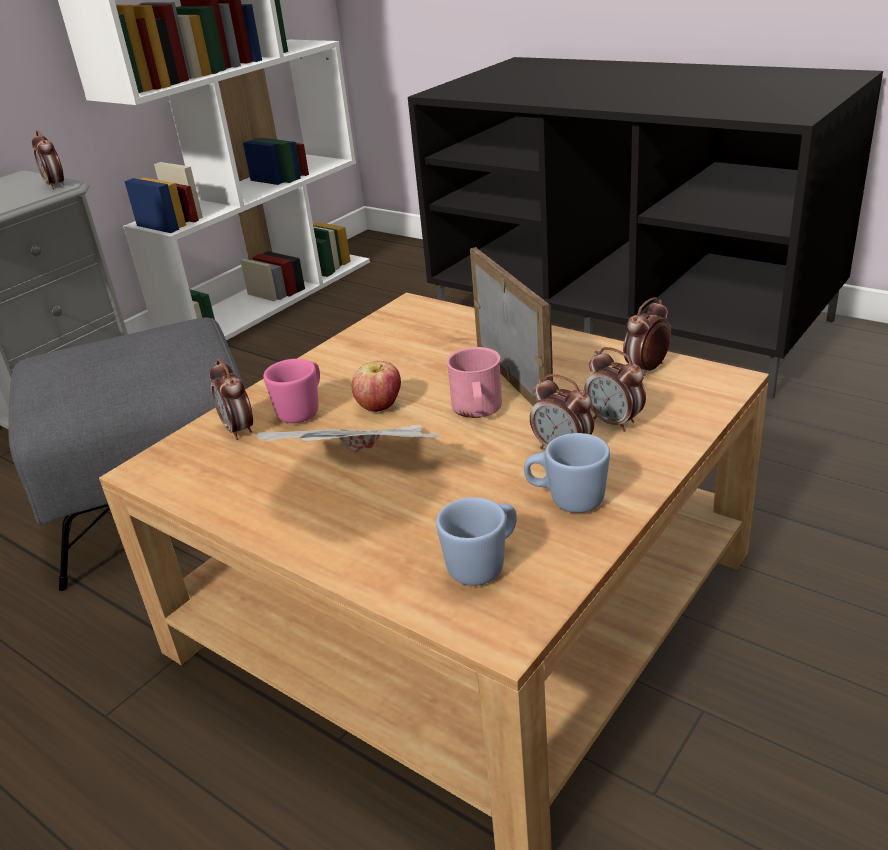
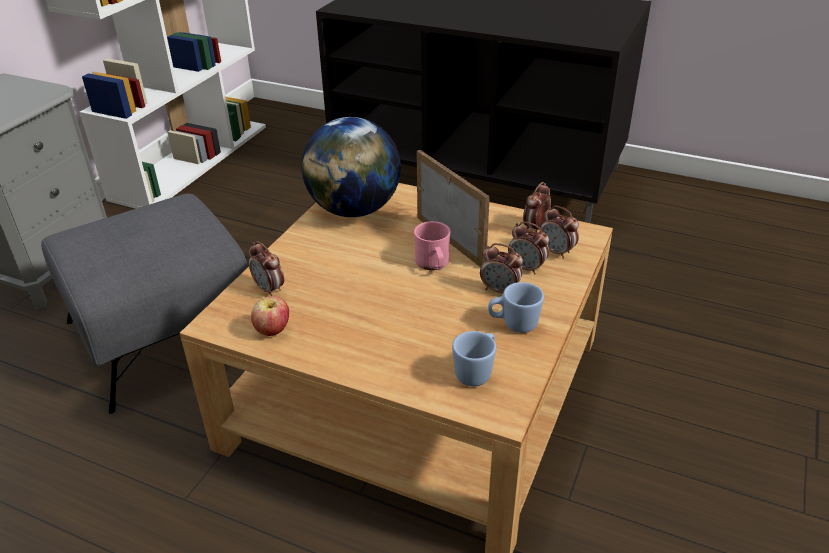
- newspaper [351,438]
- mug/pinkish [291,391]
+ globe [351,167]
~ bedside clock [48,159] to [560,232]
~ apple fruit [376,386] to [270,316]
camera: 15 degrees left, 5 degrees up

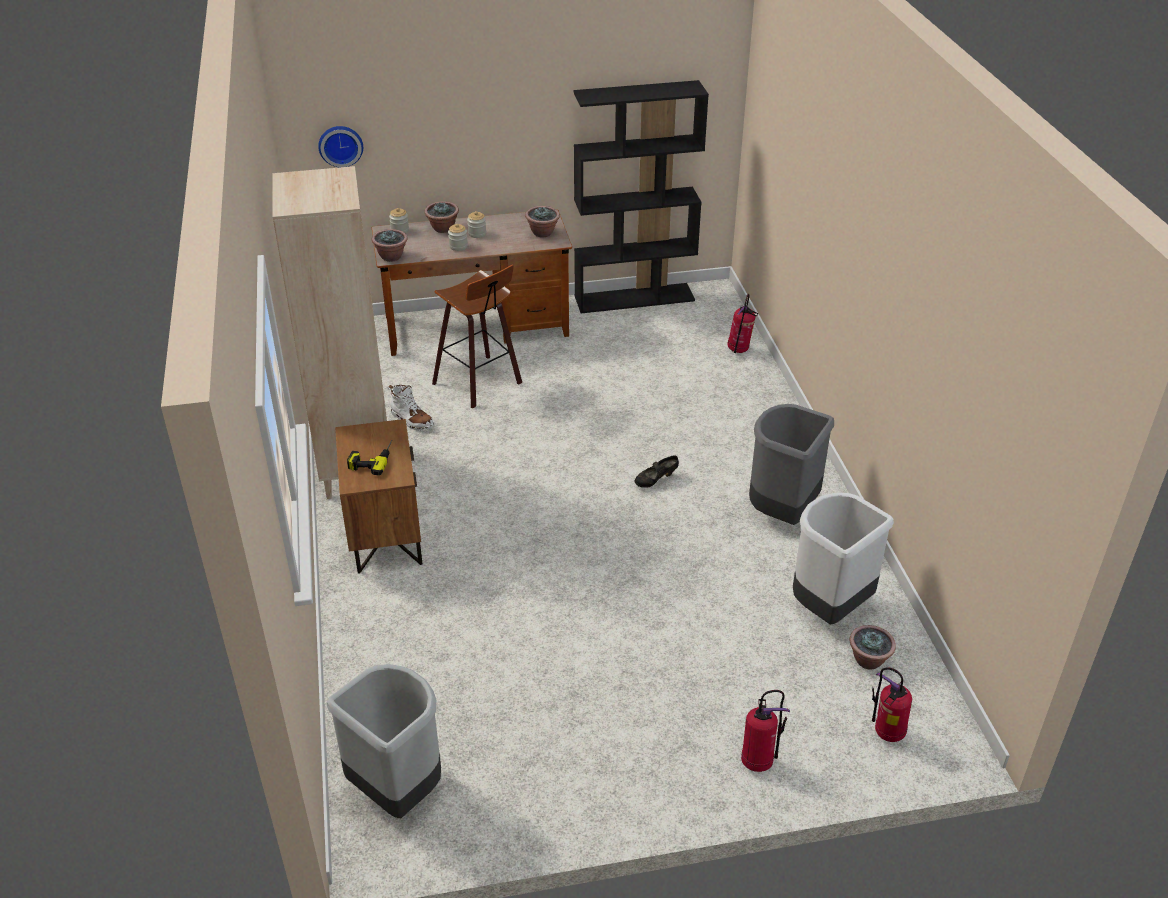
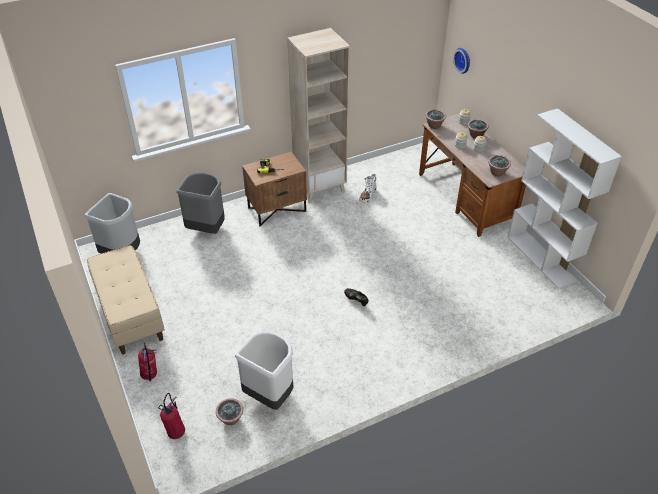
- sitting stool [477,336]
- fire-fighting cylinder [743,323]
+ indoor bench/beige-coloured [126,299]
~ waste bin/gray [791,464] to [200,203]
~ bookcase/blackish [641,196] to bookcase/whitish [564,198]
camera: 75 degrees right, 5 degrees up

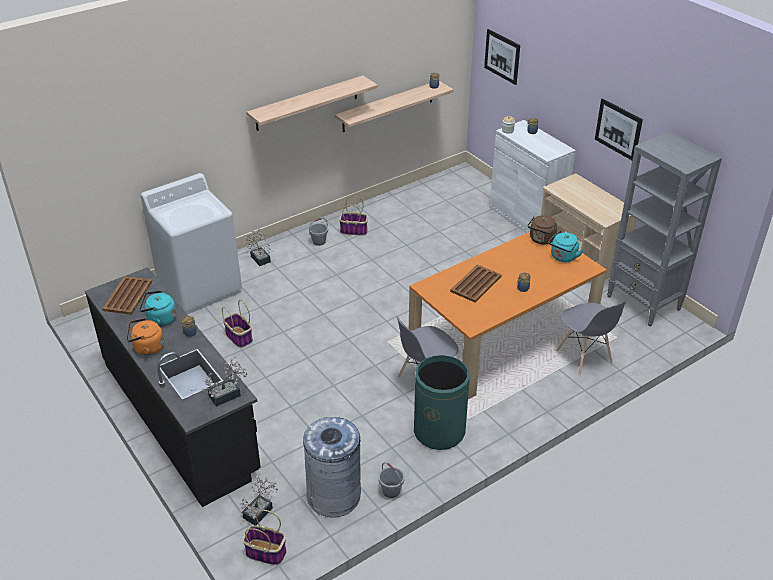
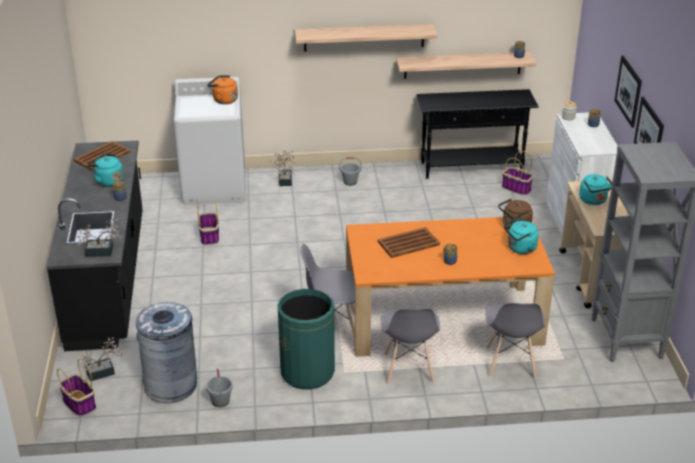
+ chair/gray [410,346]
+ console table/blackish [477,134]
+ water kettle/turquoise-coloured [595,189]
~ water kettle/orange-coloured [145,337] to [222,89]
~ household basket [353,216] to [518,173]
~ wall art [502,57] to [628,92]
camera: 30 degrees right, 5 degrees down

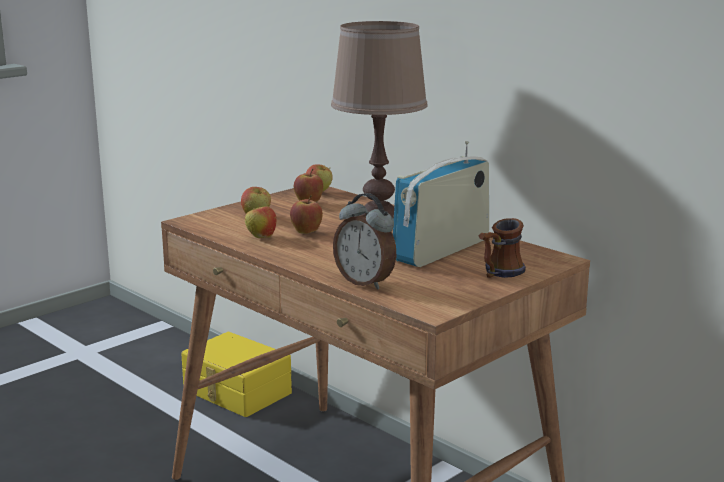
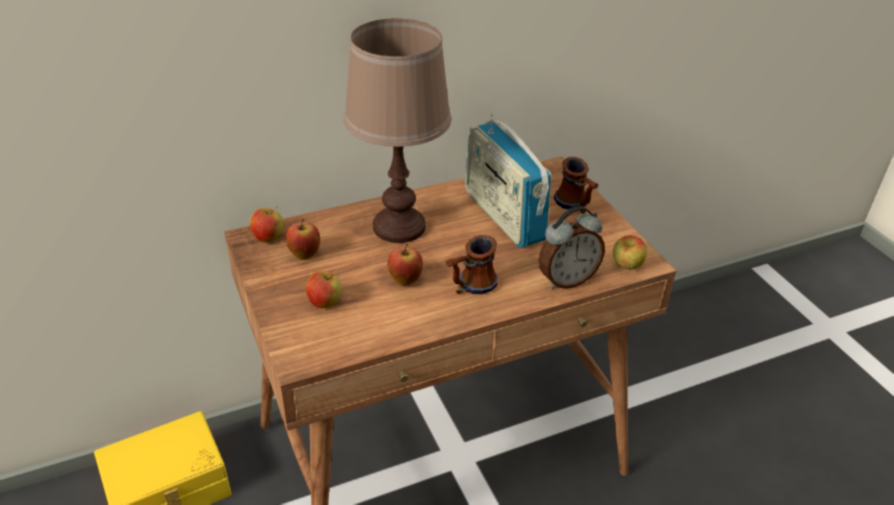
+ mug [472,264]
~ apple fruit [261,222] to [630,252]
camera: 70 degrees left, 20 degrees up

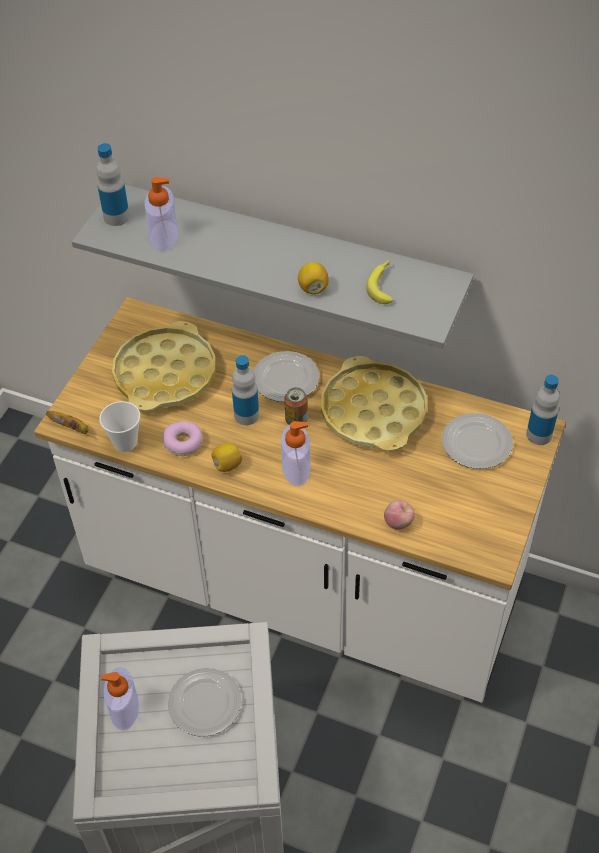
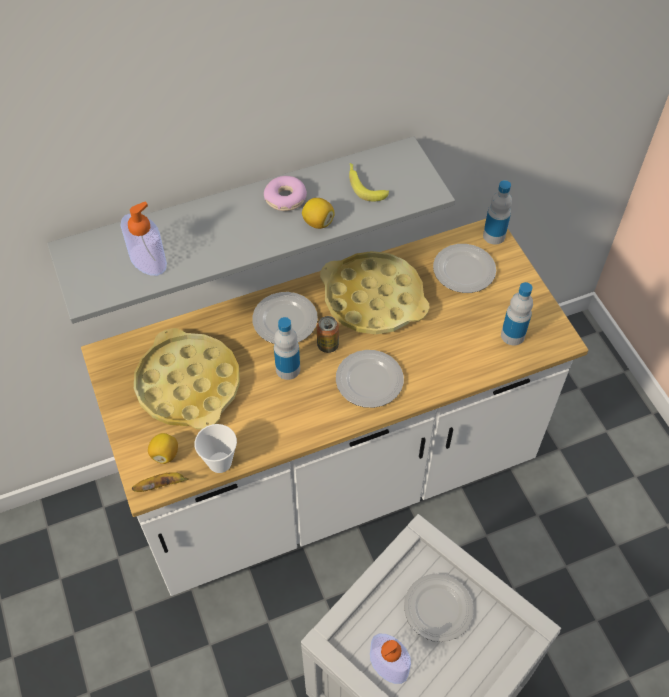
- apple fruit [399,514]
~ bottle [113,184] to [517,314]
~ ring doughnut [183,438] to [285,193]
~ whole lemon [227,457] to [163,448]
~ soap bottle [295,453] to dinner plate [370,379]
camera: 45 degrees left, 5 degrees up

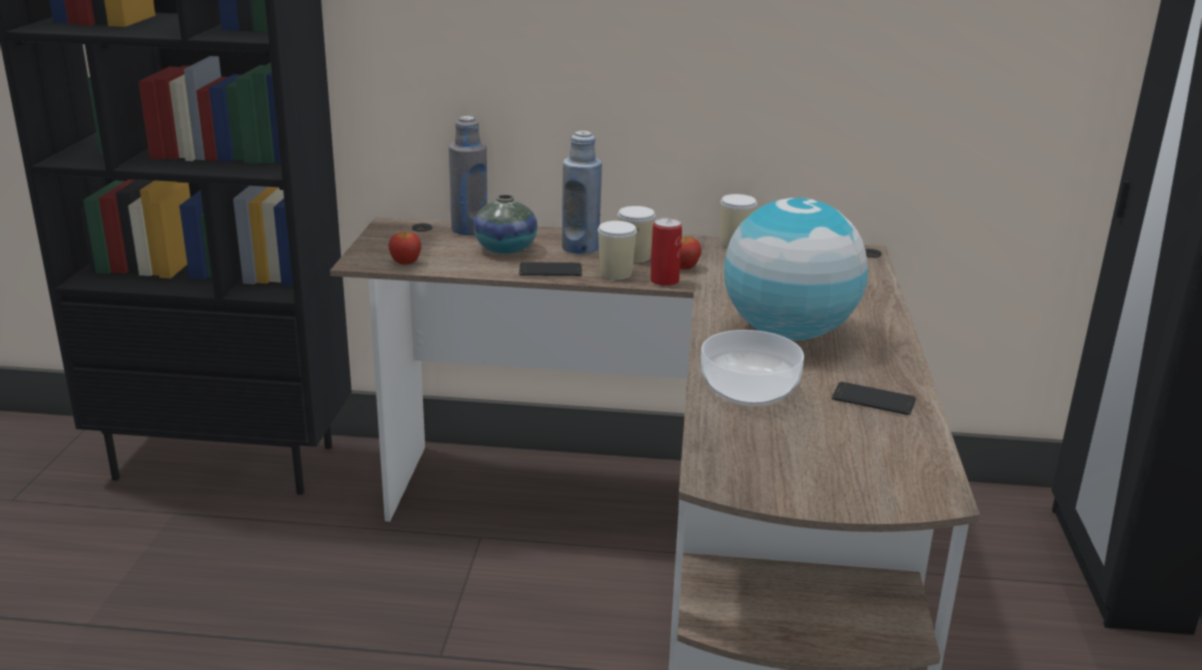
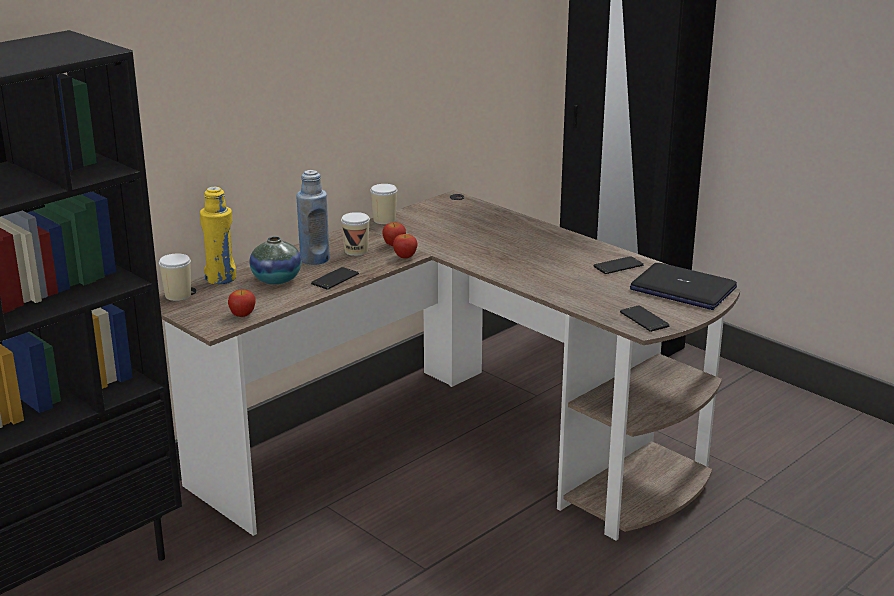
- bowl [752,368]
- globe [796,269]
+ handset [645,319]
+ notebook computer [683,286]
~ cup [617,250] to [175,277]
~ metal can [666,252] to apple fruit [405,246]
~ bottle/gray [468,175] to bottle/yellow [218,236]
camera: 50 degrees left, 0 degrees up

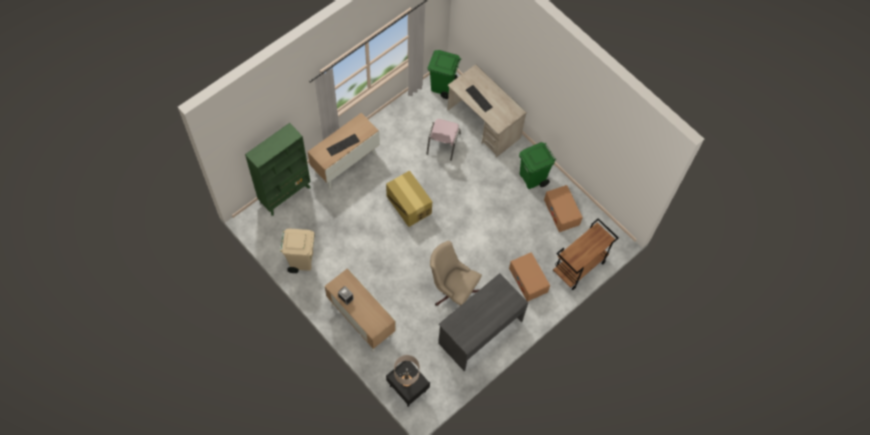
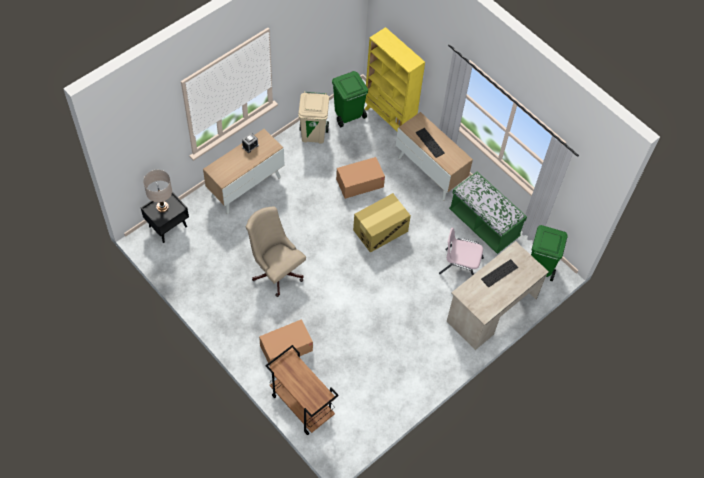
- desk/gray [483,322]
+ indoor bench/green-coloured [488,213]
~ waste bin/green-coloured [537,165] to [350,99]
~ carton [563,208] to [360,178]
~ bookcase/green-coloured [278,169] to bookcase/yellow [395,79]
~ desk chair/beige-coloured [456,273] = [276,251] 75 degrees counterclockwise
camera: 90 degrees right, 5 degrees down

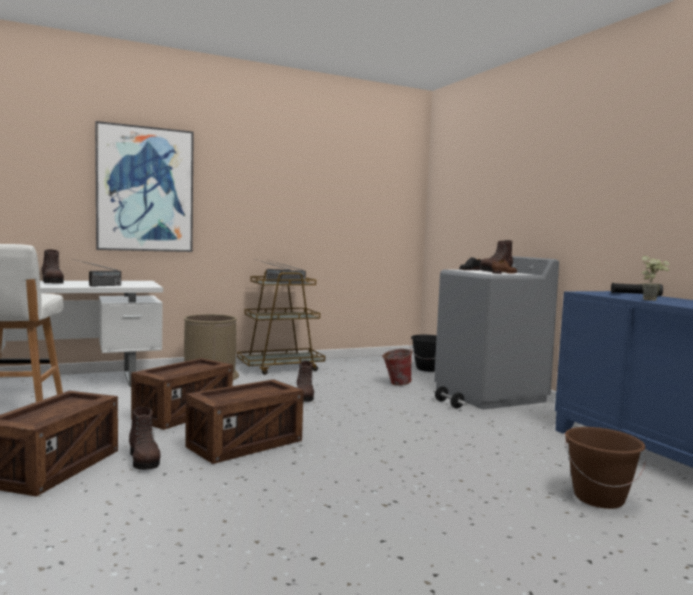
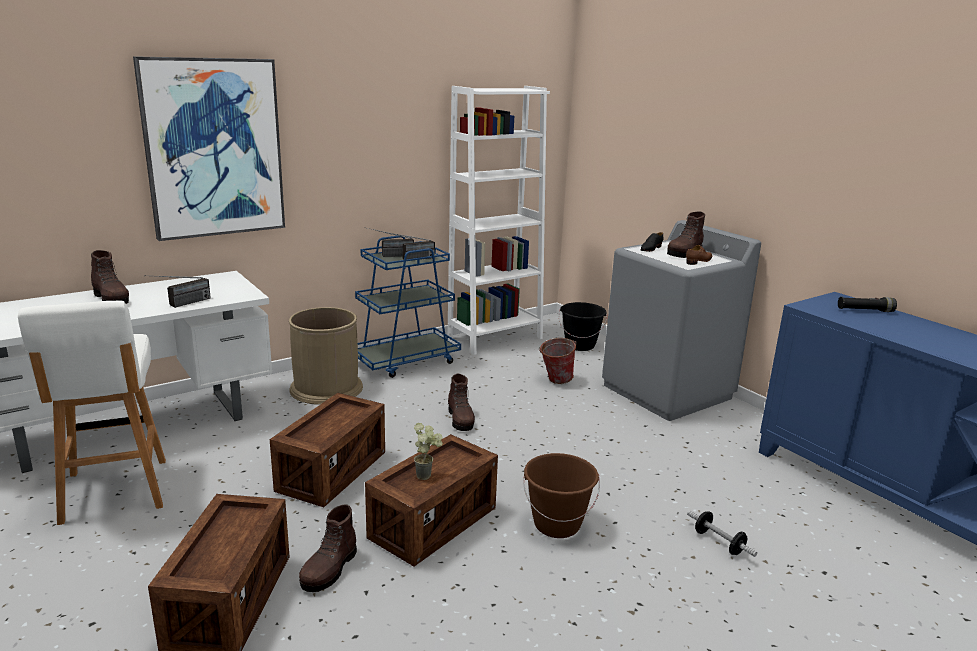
+ bookcase/whitish [499,220]
~ dumbbell [450,397] to [722,534]
~ water bucket/brownish [605,468] to [561,495]
~ houseplant [655,278] to [428,451]
~ cart/brownish [281,323] to cart/blue-coloured [408,307]
~ tall boot/brownish [144,438] = [328,548] 60 degrees clockwise
camera: 10 degrees left, 15 degrees up

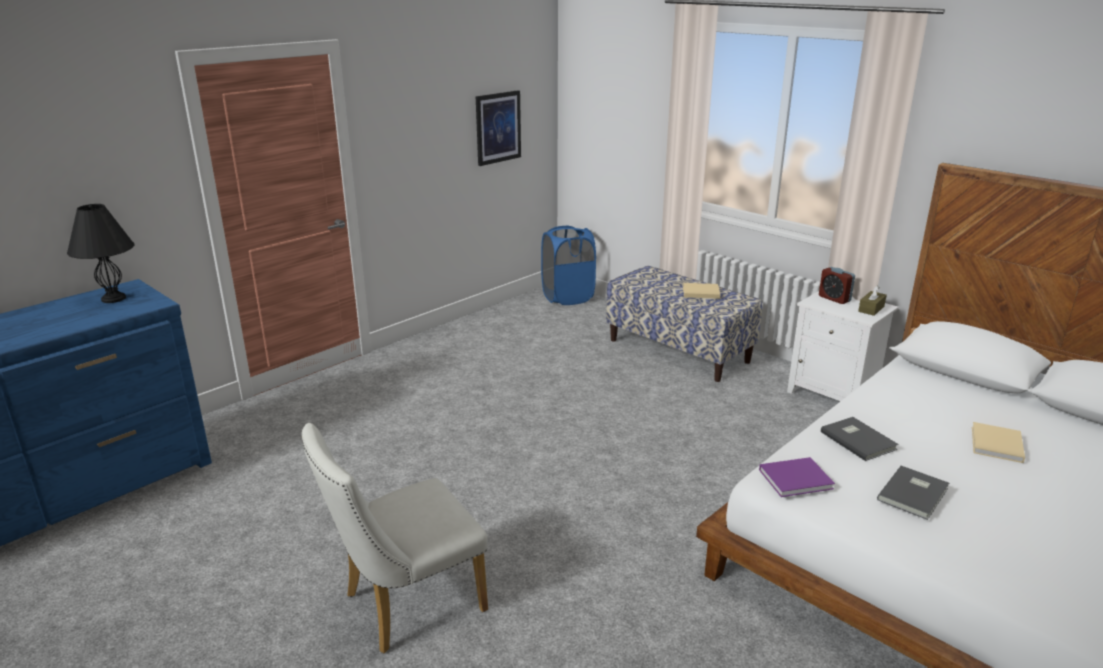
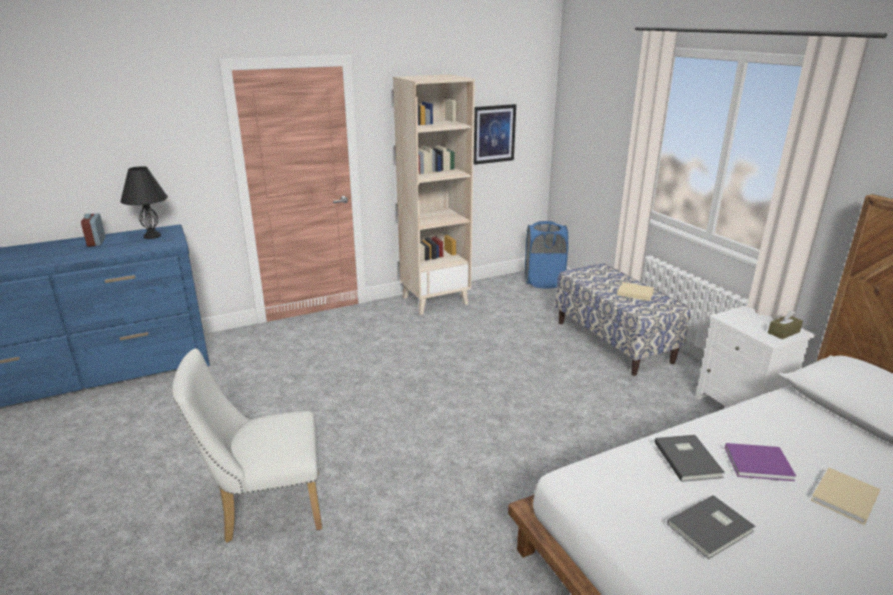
+ bookcase/beige-coloured [434,194]
~ book/purple-coloured [797,477] to [760,462]
~ bedside clock [837,285] to [93,230]
camera: 20 degrees right, 0 degrees up

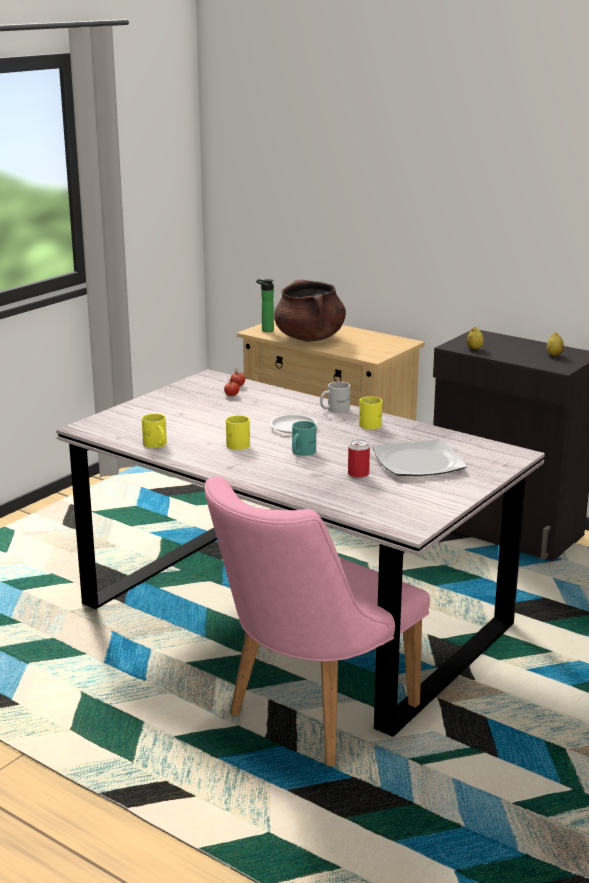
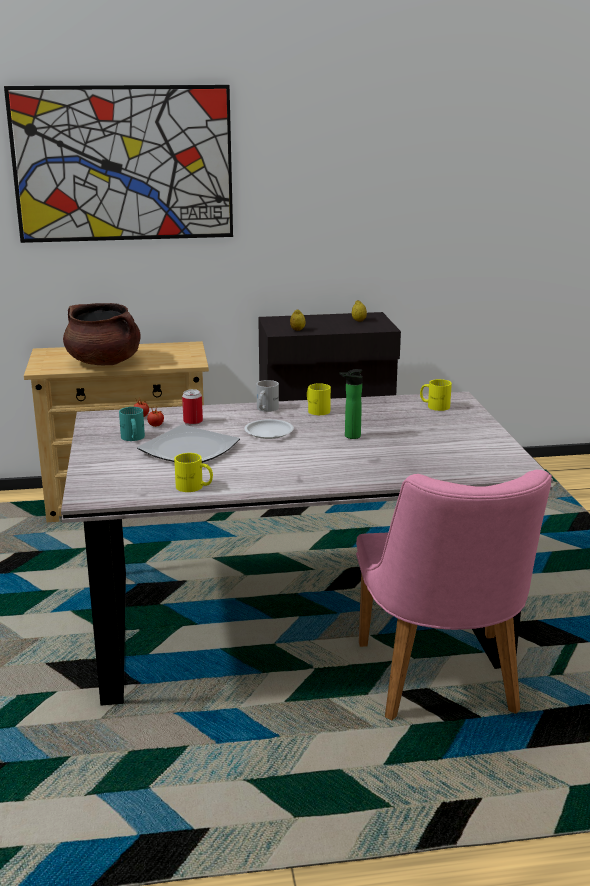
+ wall art [118,164]
~ mug/yellow [238,432] to [436,395]
~ bottle [265,305] to [351,404]
~ mug/turquoise-coloured [304,438] to [132,424]
~ metal can [359,458] to [192,407]
~ dinner plate [420,457] to [188,444]
camera: 45 degrees left, 0 degrees up

